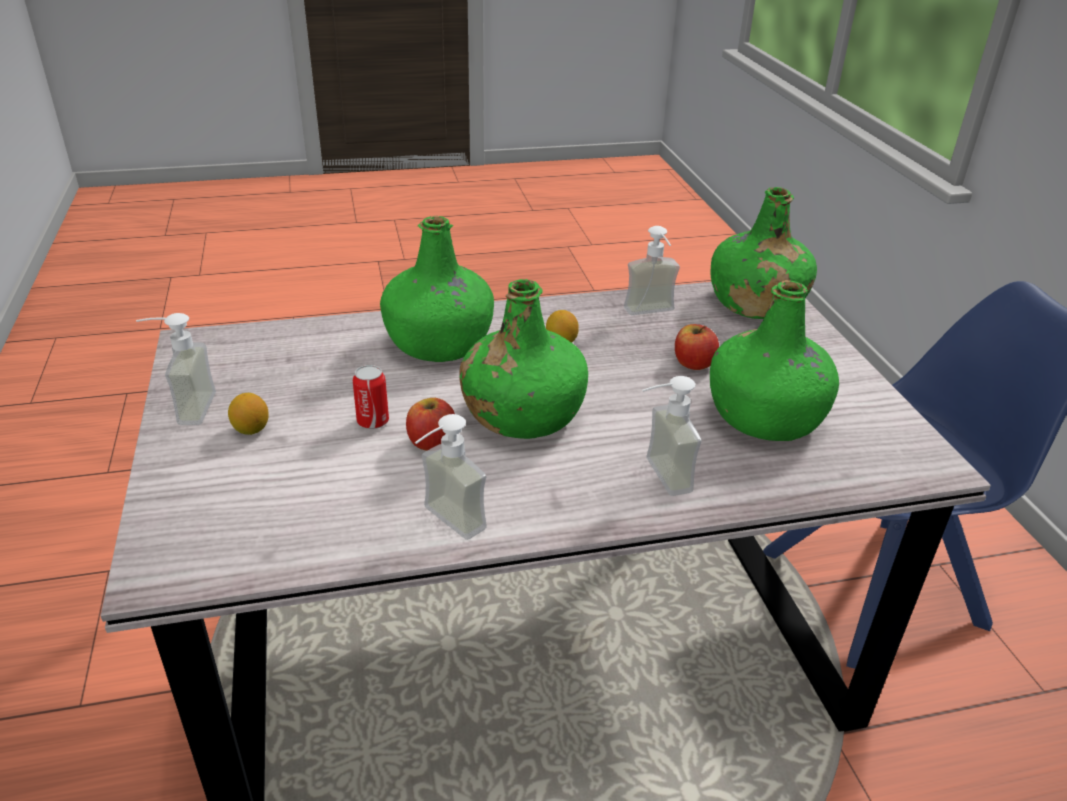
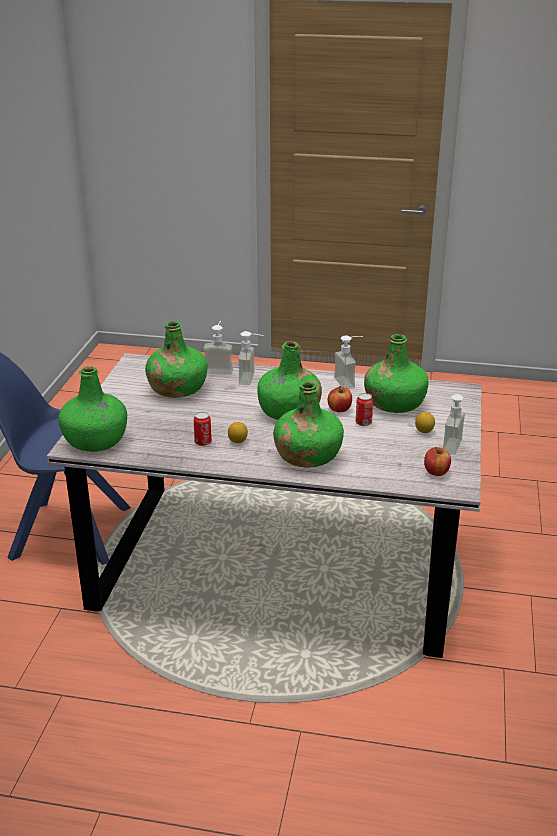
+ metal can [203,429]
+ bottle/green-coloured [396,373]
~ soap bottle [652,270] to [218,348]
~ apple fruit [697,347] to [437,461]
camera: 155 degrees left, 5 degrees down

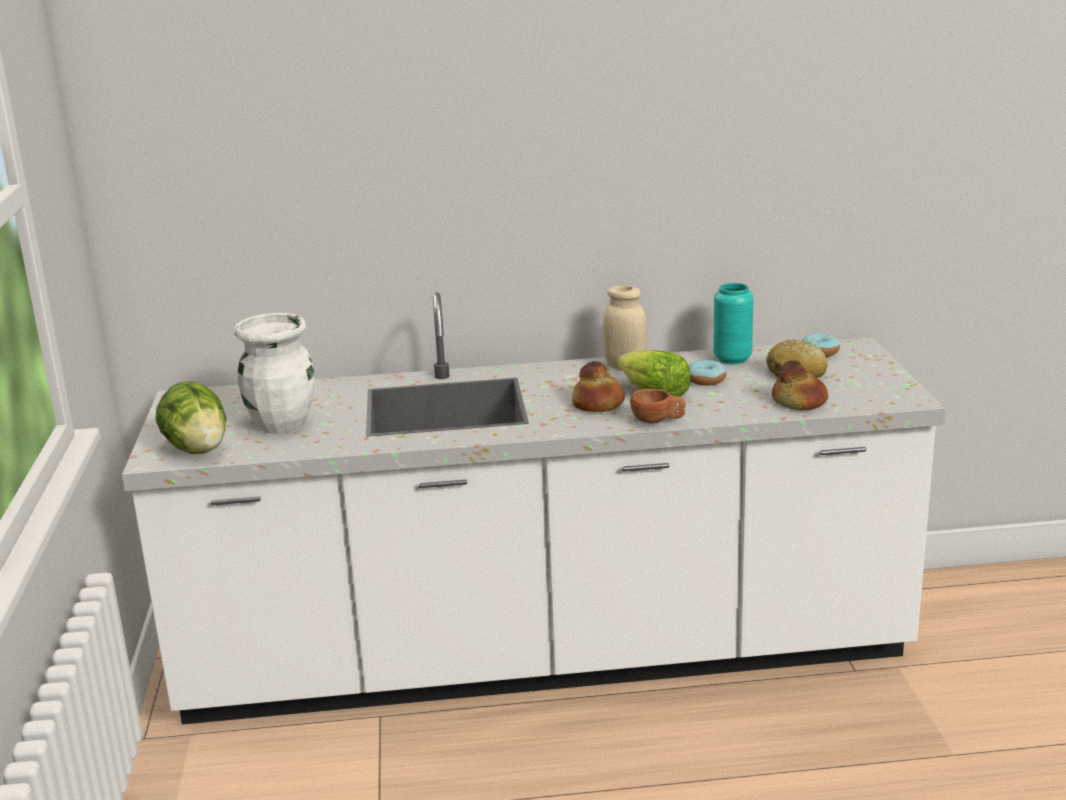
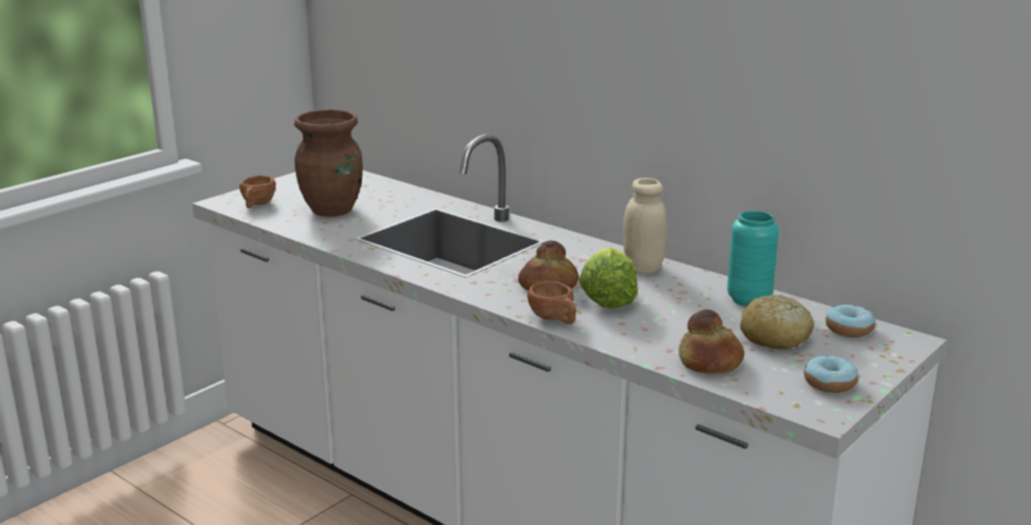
~ ring doughnut [707,372] to [831,374]
~ lettuce [190,418] to cup/brownish [257,192]
~ decorative vase/whitish [274,373] to decorative vase/brownish [328,163]
camera: 45 degrees right, 0 degrees up

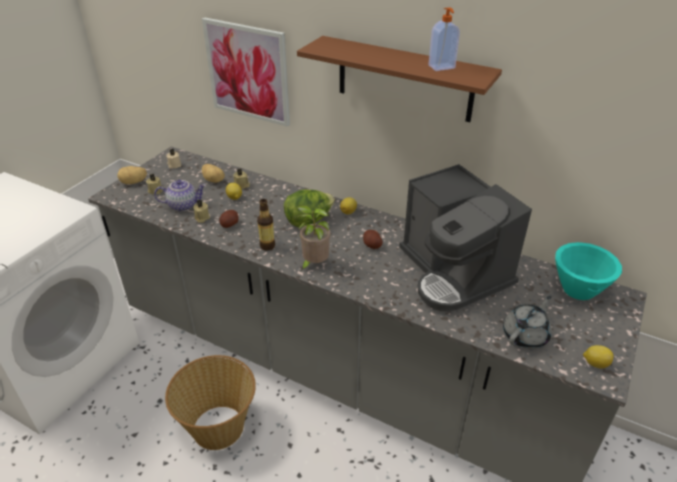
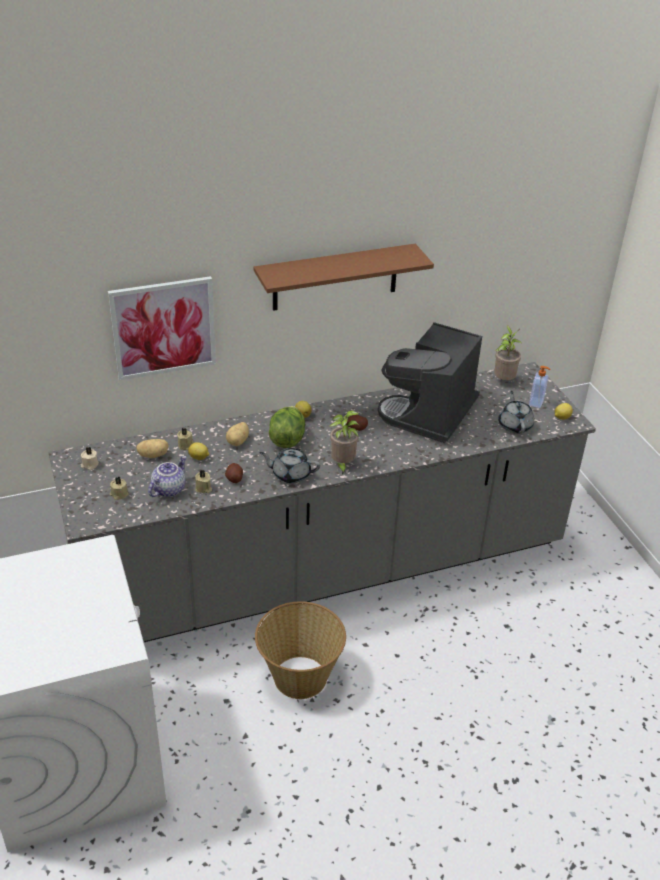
~ whole potato [132,175] to [237,434]
~ soap bottle [444,39] to [540,387]
~ bottle [266,225] to pot for tea/gray [290,466]
~ bowl/turquoise-coloured [588,271] to houseplant [508,352]
~ coffee maker [465,238] = [430,382] 105 degrees clockwise
camera: 50 degrees left, 0 degrees up

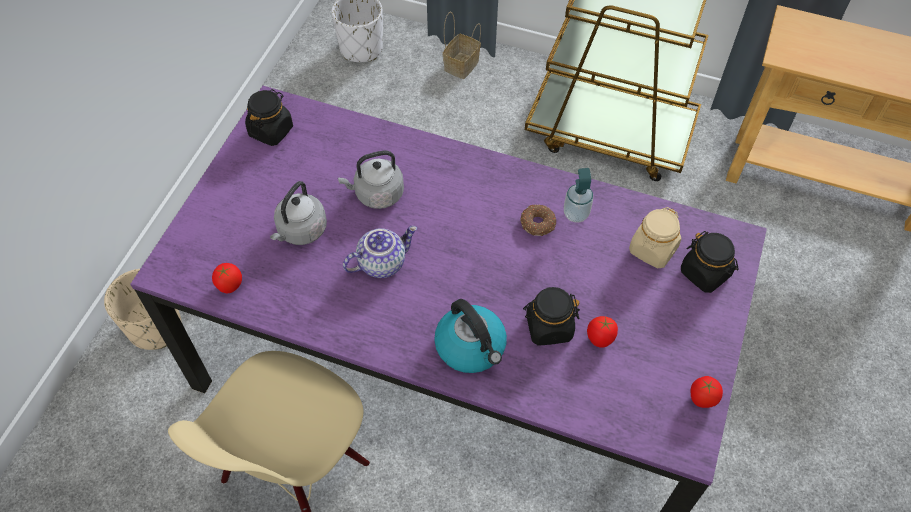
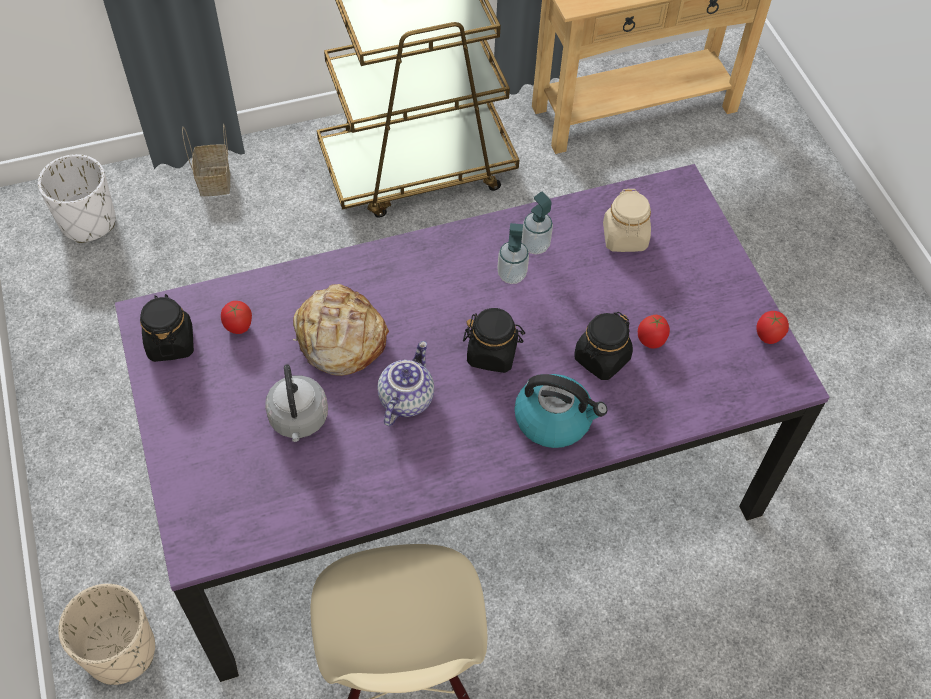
~ fresh tomato [227,278] to [236,317]
~ storage jar/blackish [710,262] to [494,340]
~ water kettle/gray [371,179] to baked bread [341,330]
~ ring doughnut [538,220] to soap bottle [513,253]
camera: 40 degrees left, 0 degrees up

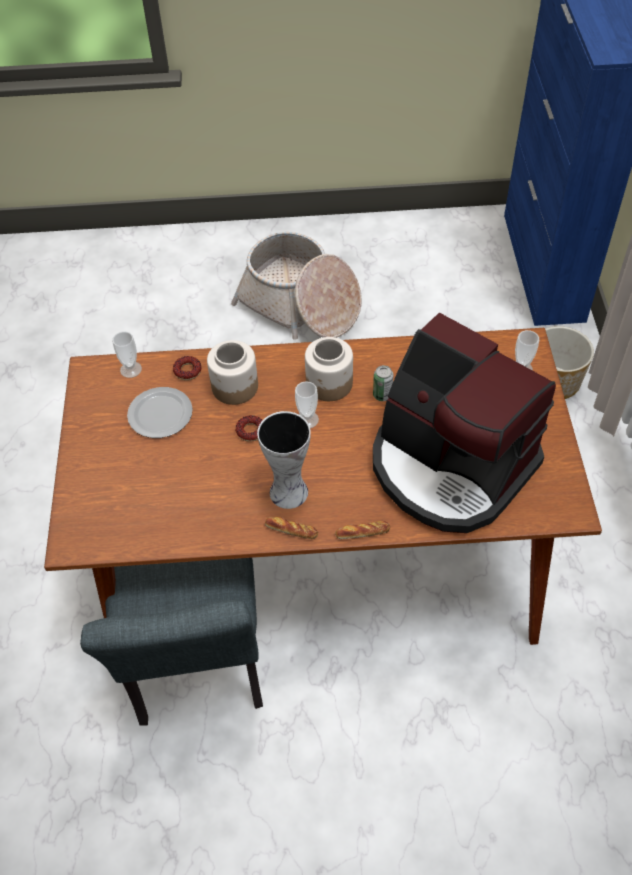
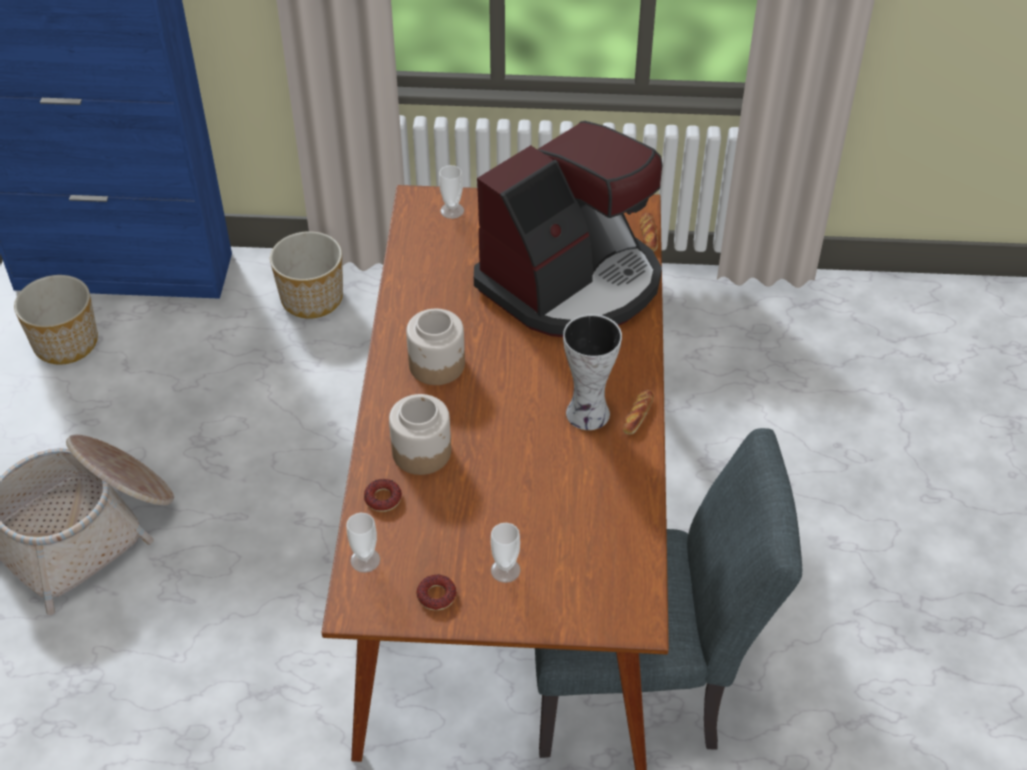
- dinner plate [160,412]
- metal can [383,383]
+ plant pot [56,320]
~ ring doughnut [249,428] to [436,592]
~ cup [307,404] to [506,553]
~ baked bread [362,530] to [648,232]
camera: 85 degrees left, 5 degrees down

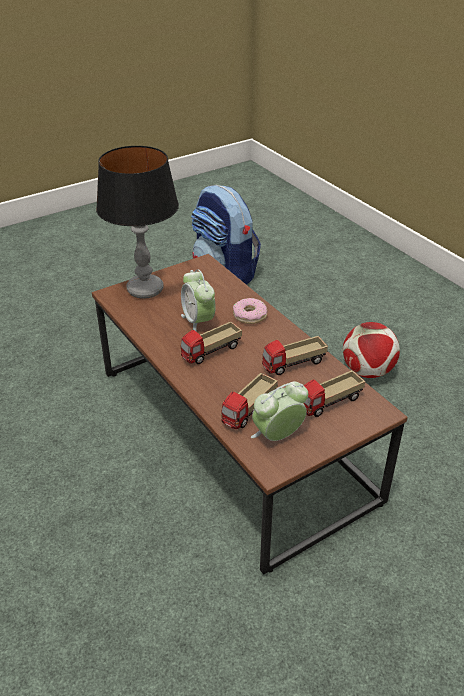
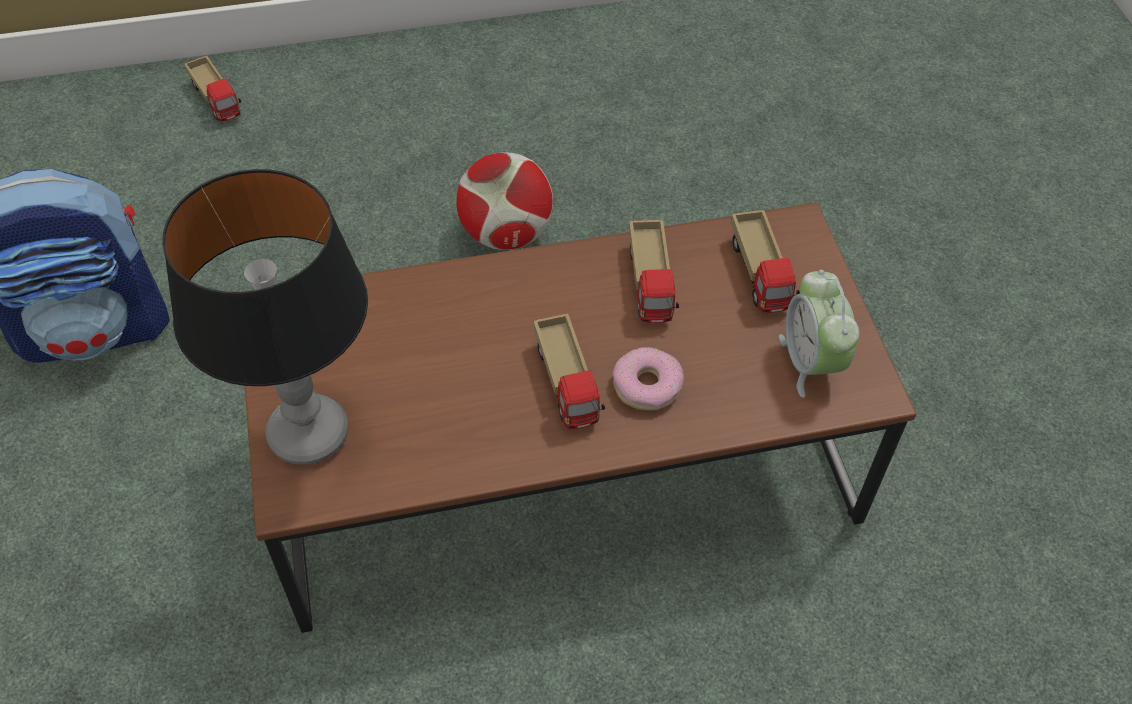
- bedside clock [198,300]
~ toy lorry [249,401] to [213,89]
~ ring doughnut [250,311] to [648,379]
camera: 70 degrees left, 15 degrees up

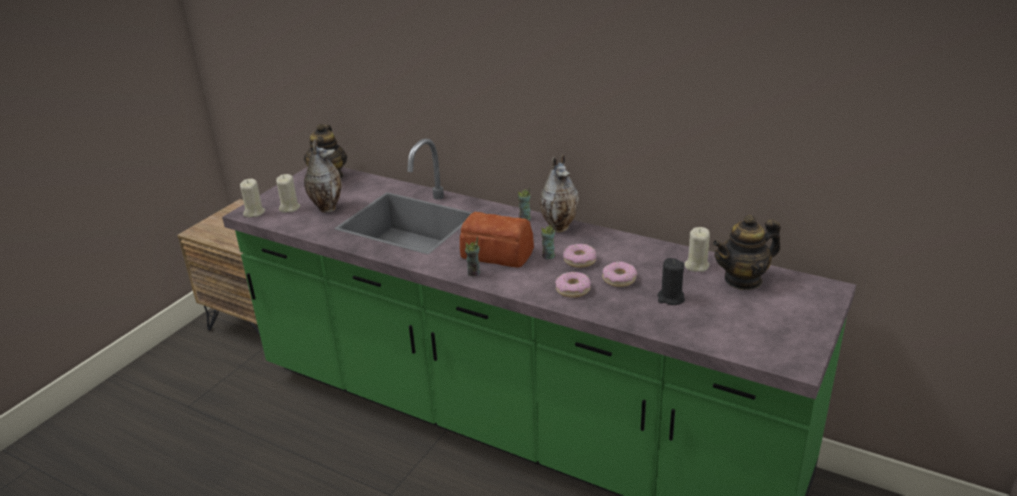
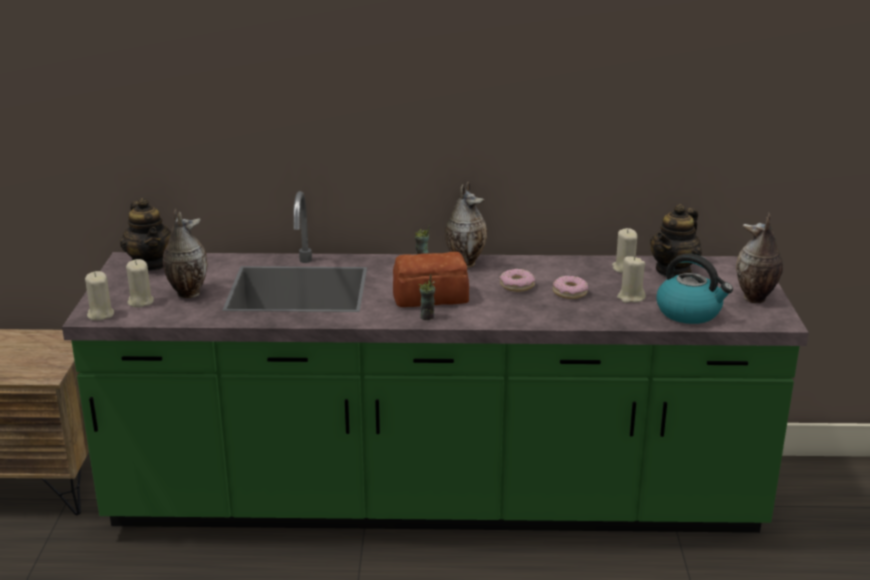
- cup [548,242]
- ring doughnut [573,285]
+ water kettle [694,289]
+ decorative vase [759,257]
~ wax candle/blackish [671,281] to wax candle/beige-coloured [631,279]
camera: 30 degrees left, 5 degrees down

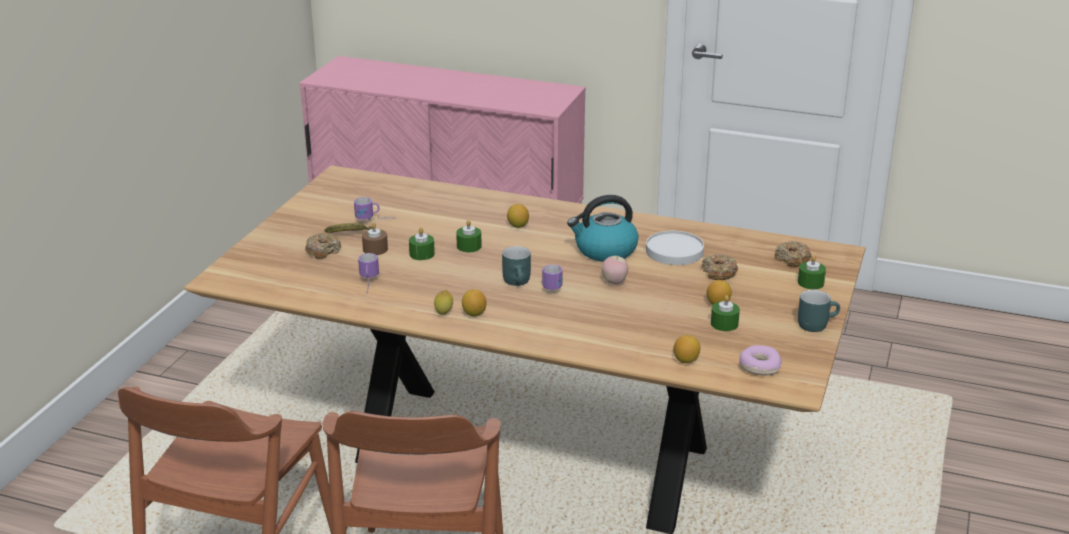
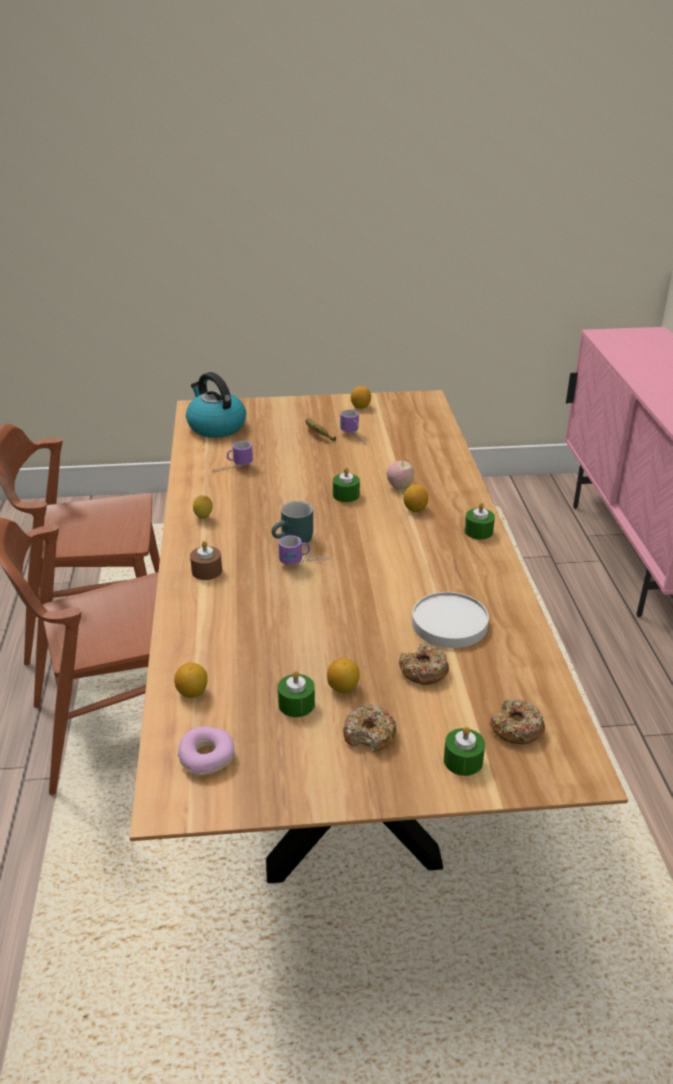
- mug/turquoise-coloured [819,311]
~ ring doughnut [323,246] to [370,728]
~ wax candle/brownish [375,239] to [206,560]
~ wax candle/green-coloured [422,243] to [480,521]
~ whole lemon [474,302] to [361,397]
~ water kettle [603,228] to [216,405]
~ apple fruit [615,270] to [400,474]
camera: 65 degrees right, 5 degrees up

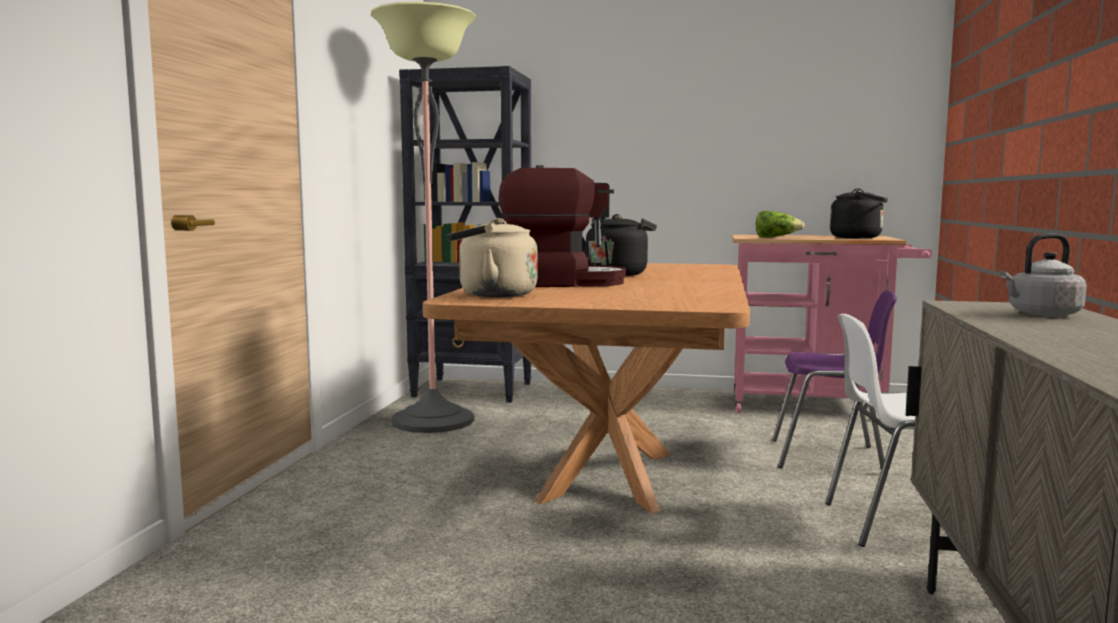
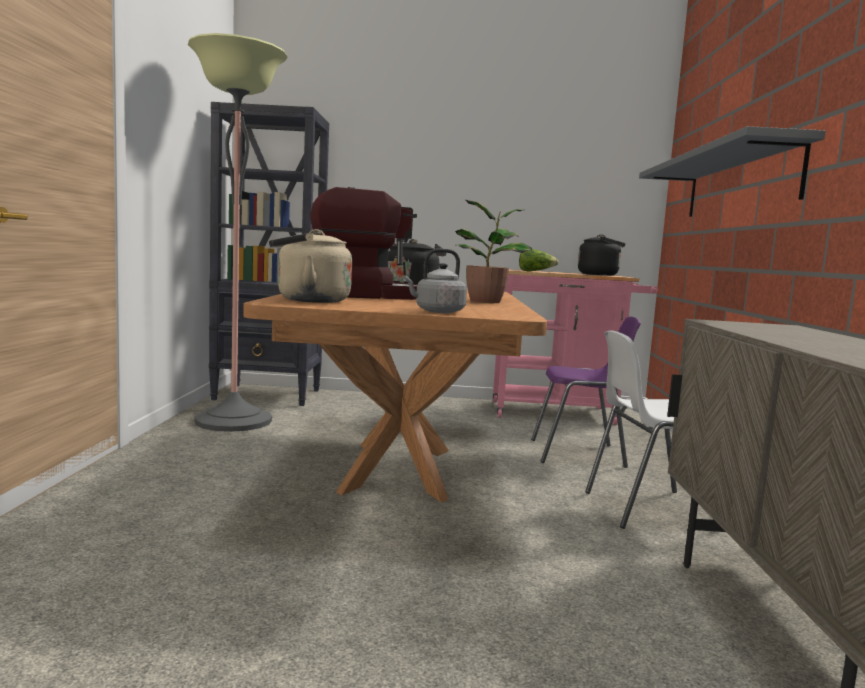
+ houseplant [493,251]
+ bracket shelf/gray [732,171]
~ water kettle/gray [1043,275] to [435,281]
camera: 10 degrees left, 0 degrees up

